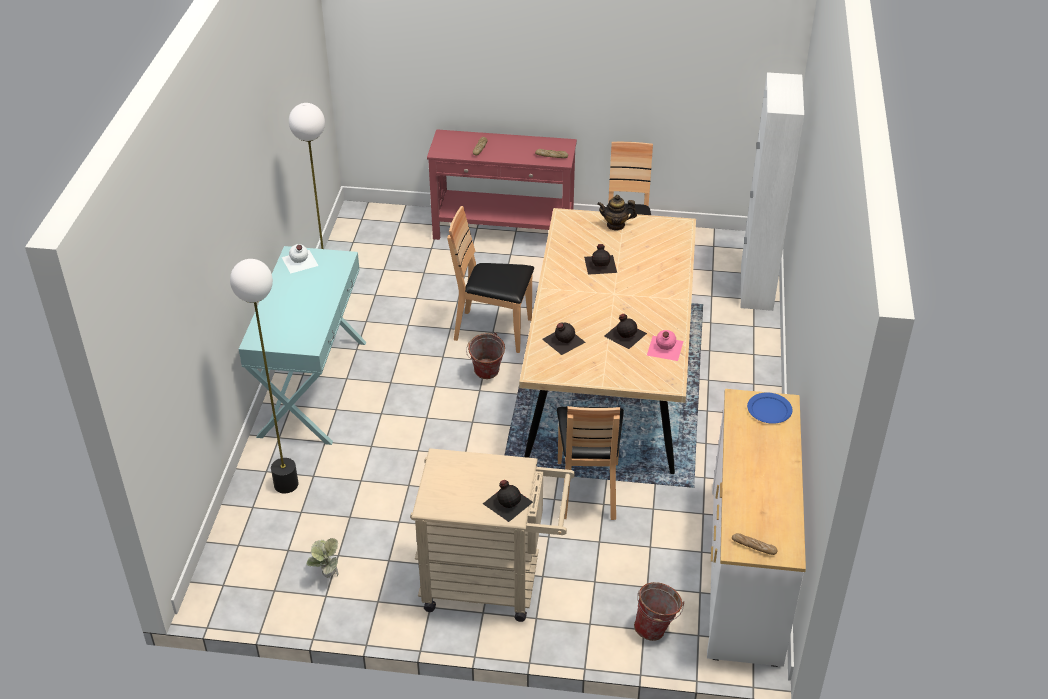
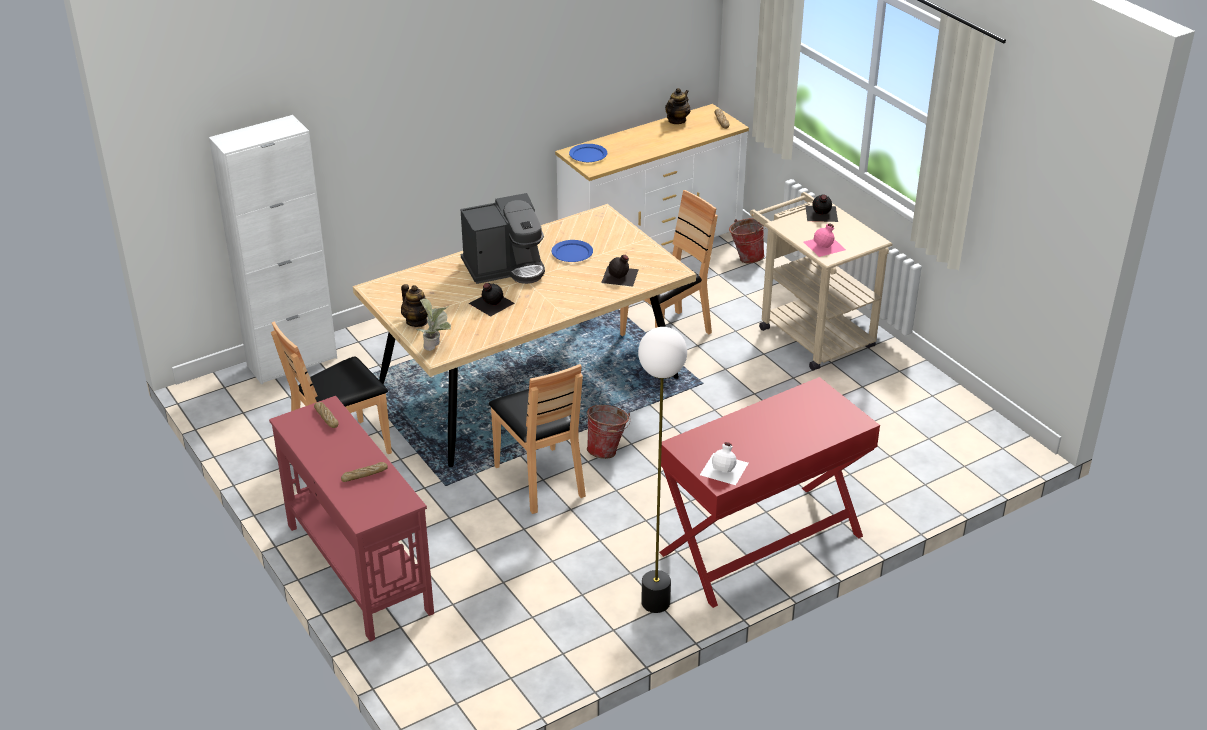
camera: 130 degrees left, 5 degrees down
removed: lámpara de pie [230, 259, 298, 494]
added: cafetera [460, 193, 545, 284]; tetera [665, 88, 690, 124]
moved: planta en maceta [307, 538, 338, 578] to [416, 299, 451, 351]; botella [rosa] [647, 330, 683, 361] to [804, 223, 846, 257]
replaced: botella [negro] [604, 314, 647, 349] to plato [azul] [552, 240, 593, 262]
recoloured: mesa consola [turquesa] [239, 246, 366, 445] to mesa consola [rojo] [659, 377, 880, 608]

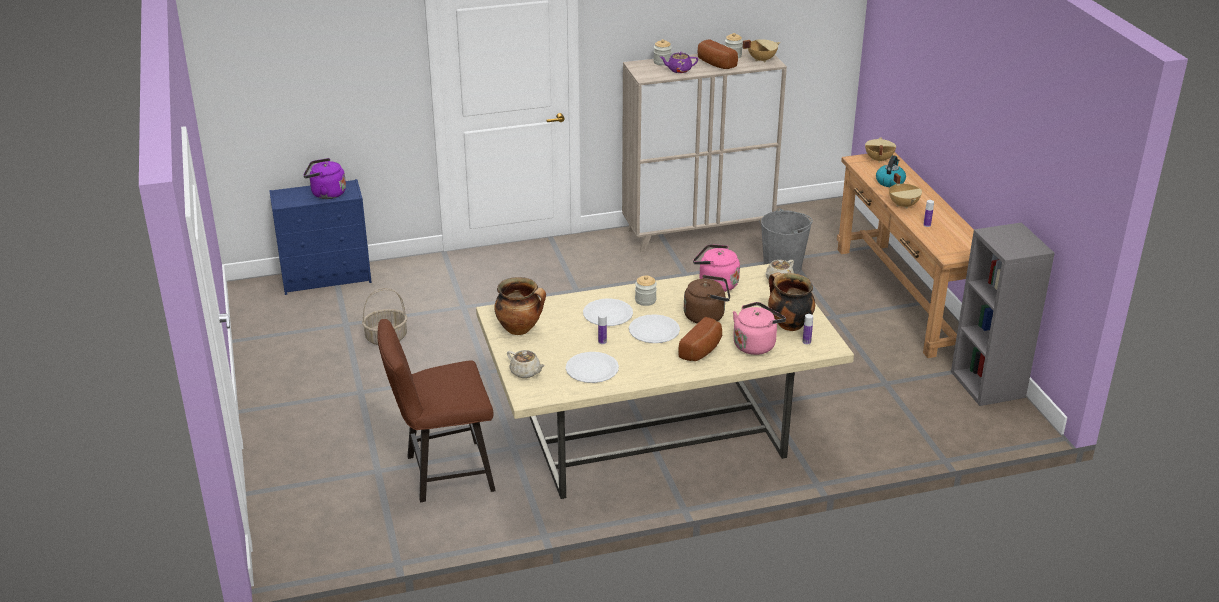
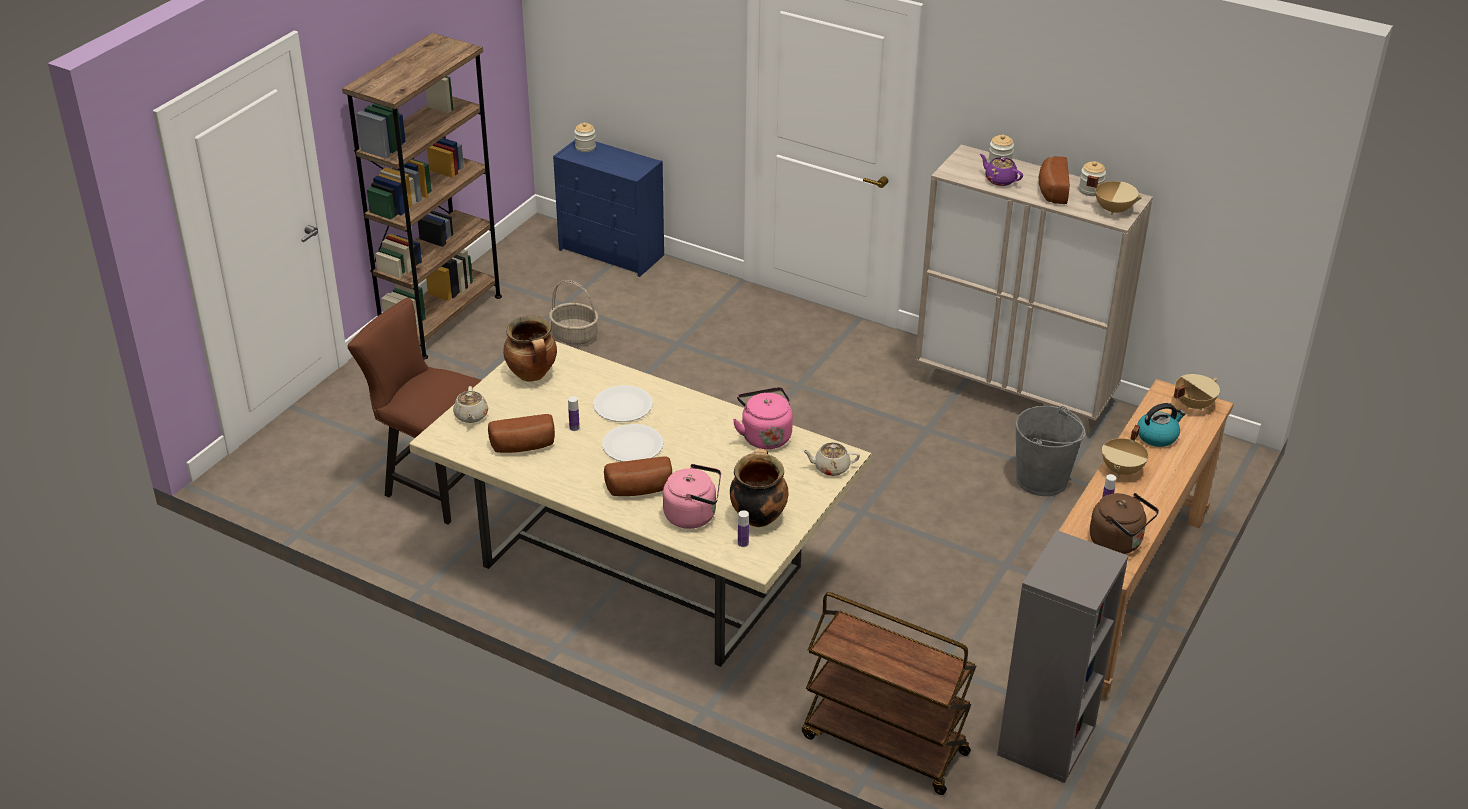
camera: 45 degrees right, 5 degrees up
removed: hervidor [morado] [304, 158, 346, 199]
added: estantería [marrón] [342, 33, 502, 360]; carrito [marrón] [802, 592, 976, 795]
moved: tarro [635, 275, 657, 306] to [574, 123, 596, 152]; hervidor [marrón] [684, 275, 730, 324] to [1090, 493, 1159, 554]
replaced: plato [blanco] [566, 352, 619, 383] to pan [488, 414, 555, 453]

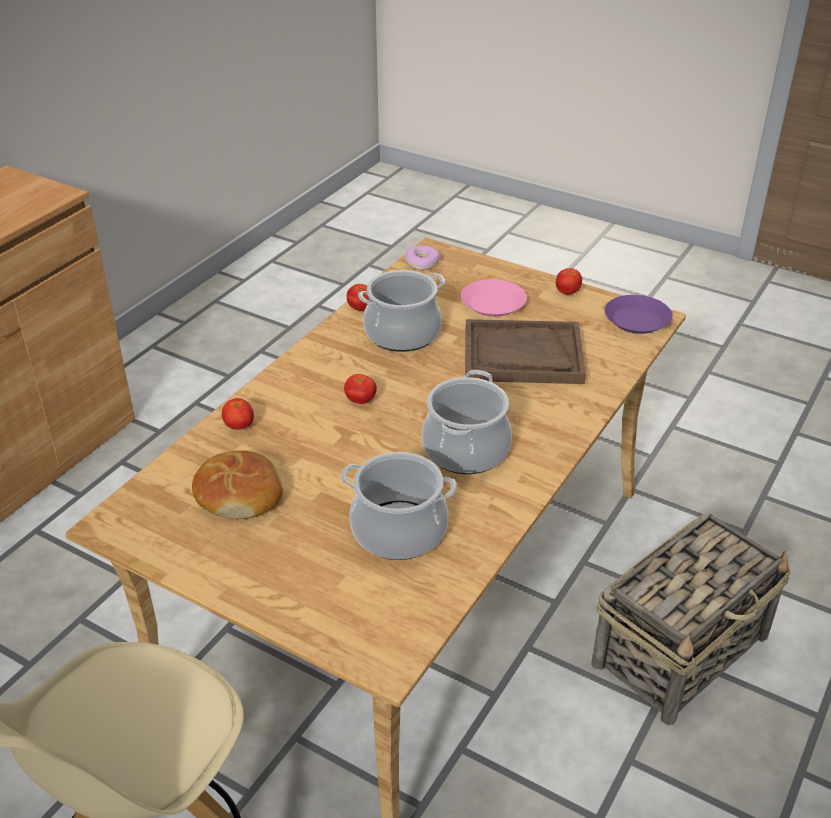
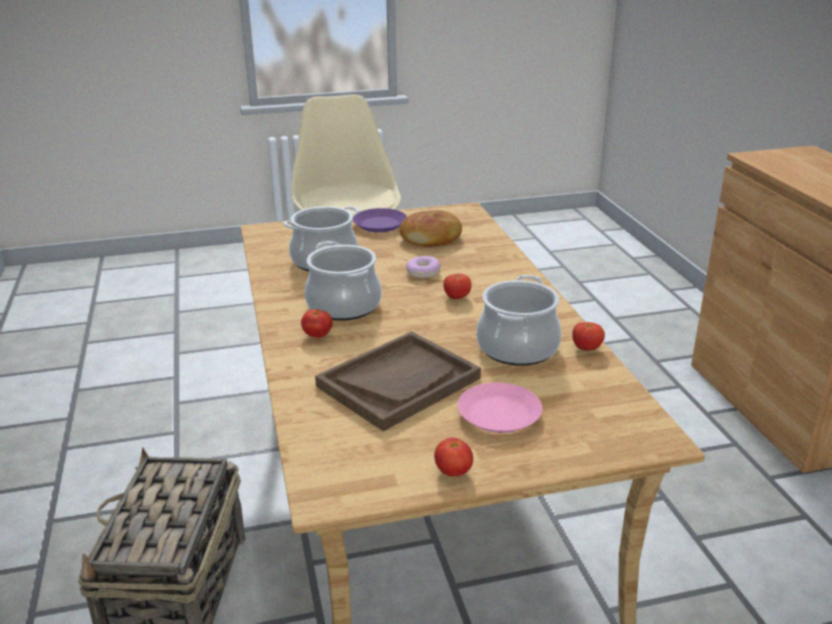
camera: 135 degrees right, 10 degrees down
moved: tomate [222, 398, 254, 430] to [301, 309, 333, 338]; rosquilla [405, 246, 440, 270] to [406, 256, 441, 278]; plato [morado] [604, 295, 673, 334] to [352, 208, 407, 232]

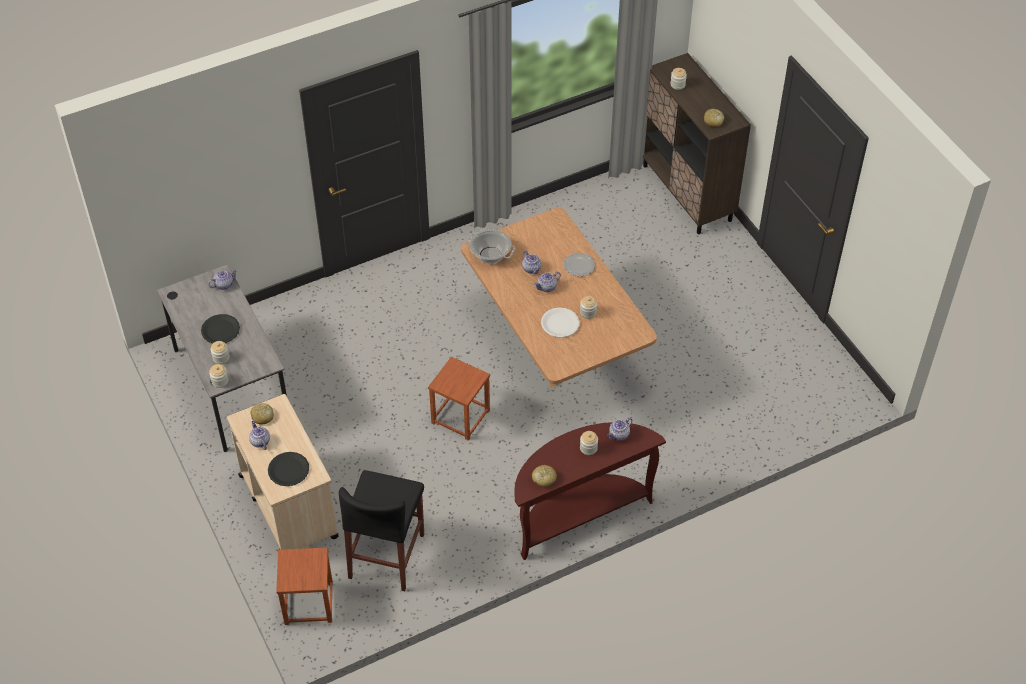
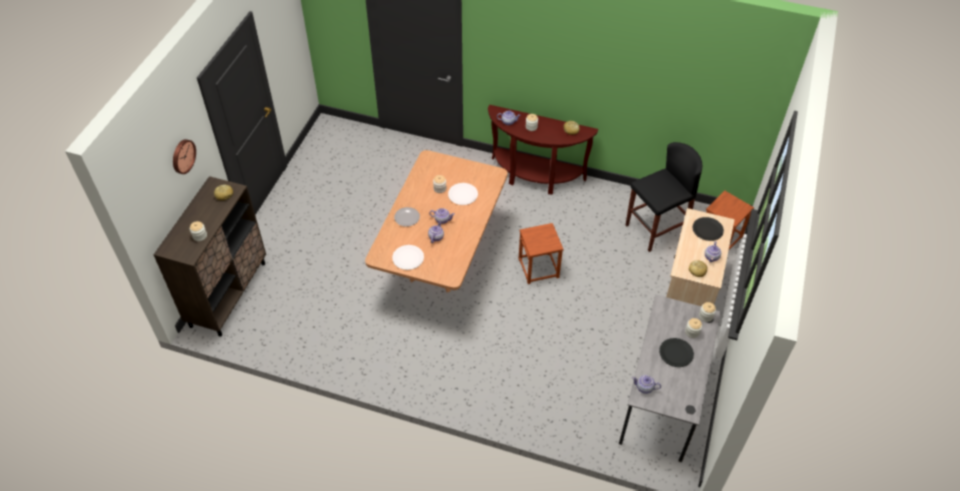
camera: 135 degrees left, 0 degrees up
removed: olla [466, 229, 515, 264]
added: reloj de pared [173, 139, 196, 174]; plato [blanco] [392, 245, 424, 270]

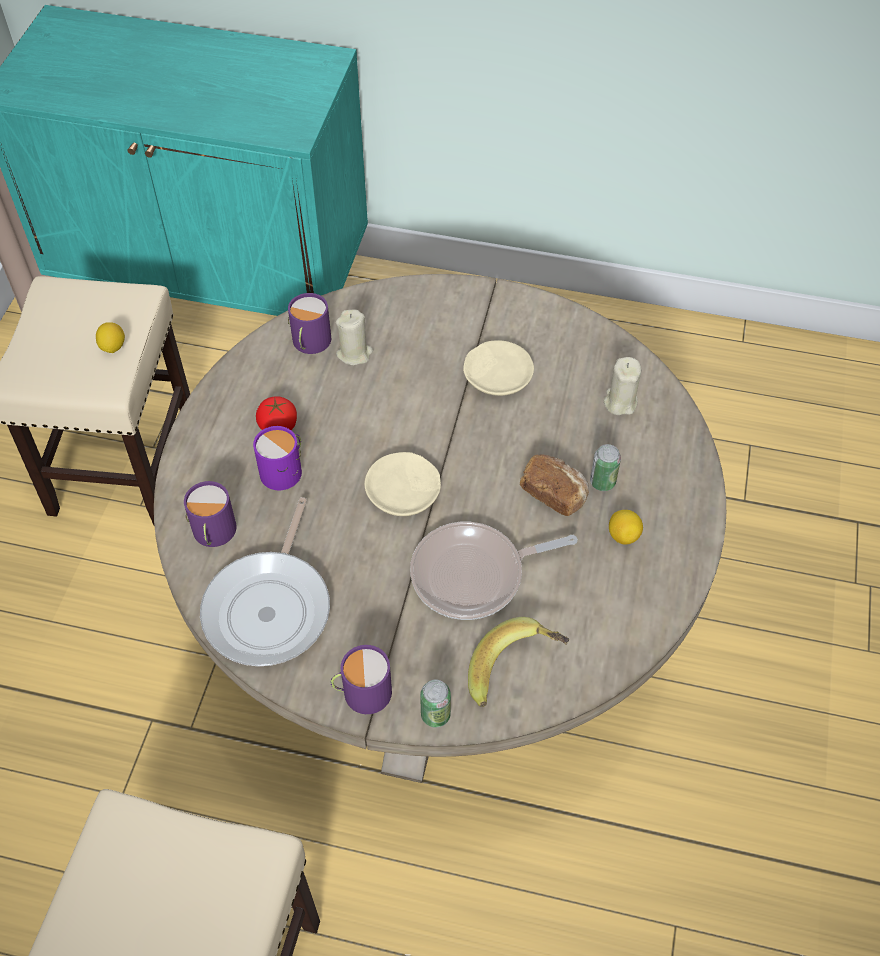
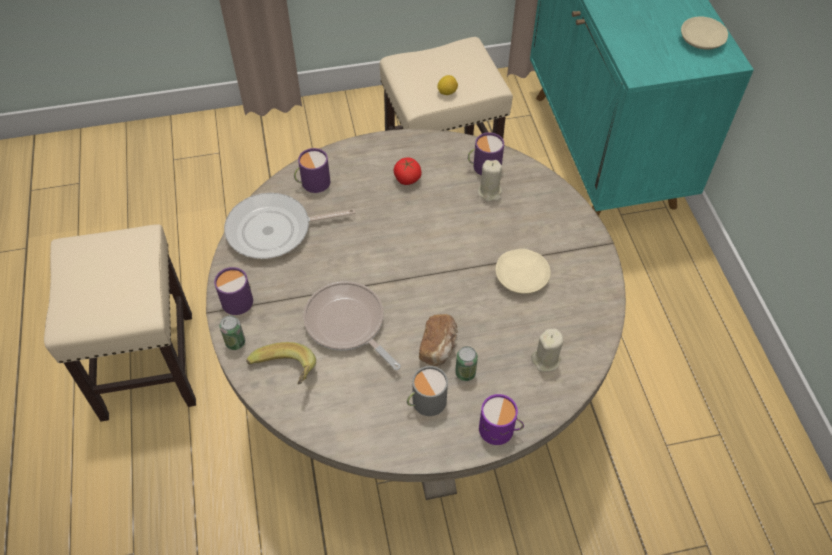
camera: 65 degrees right, 0 degrees up
moved: taza grande [morado] [253, 426, 302, 490] to [479, 394, 524, 445]; plato [beis] [364, 452, 441, 516] to [681, 16, 728, 50]
replaced: limón [609, 510, 643, 544] to taza grande [gris] [407, 366, 448, 416]

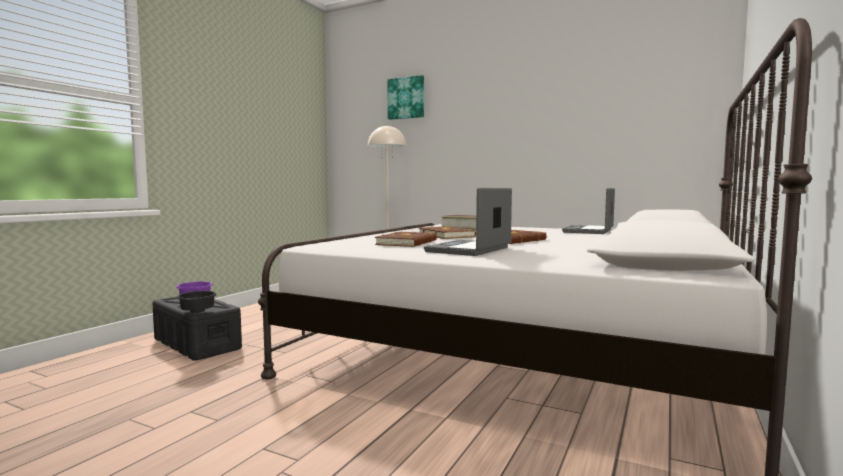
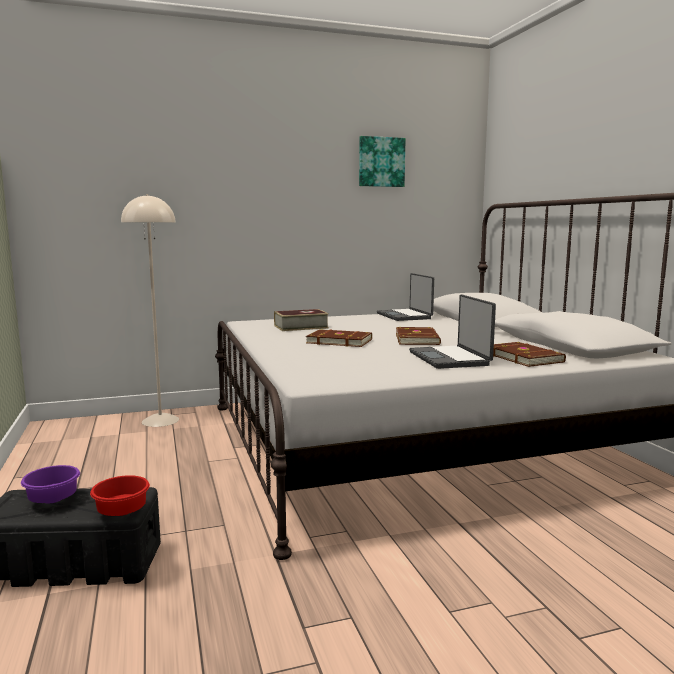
camera: 45 degrees left, 5 degrees up
moved: libro [marrón] [375, 231, 437, 247] to [493, 342, 566, 367]; cuadro [387, 75, 424, 120] to [359, 136, 406, 187]
recoloured: cuenco [negro] [177, 291, 217, 313] to cuenco [rojo] [90, 475, 150, 516]

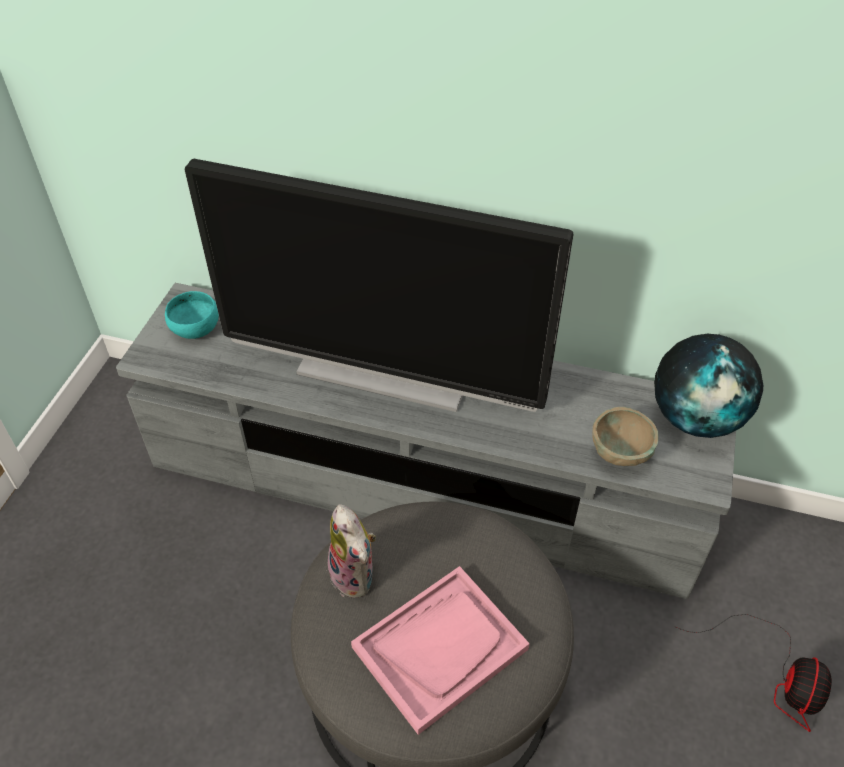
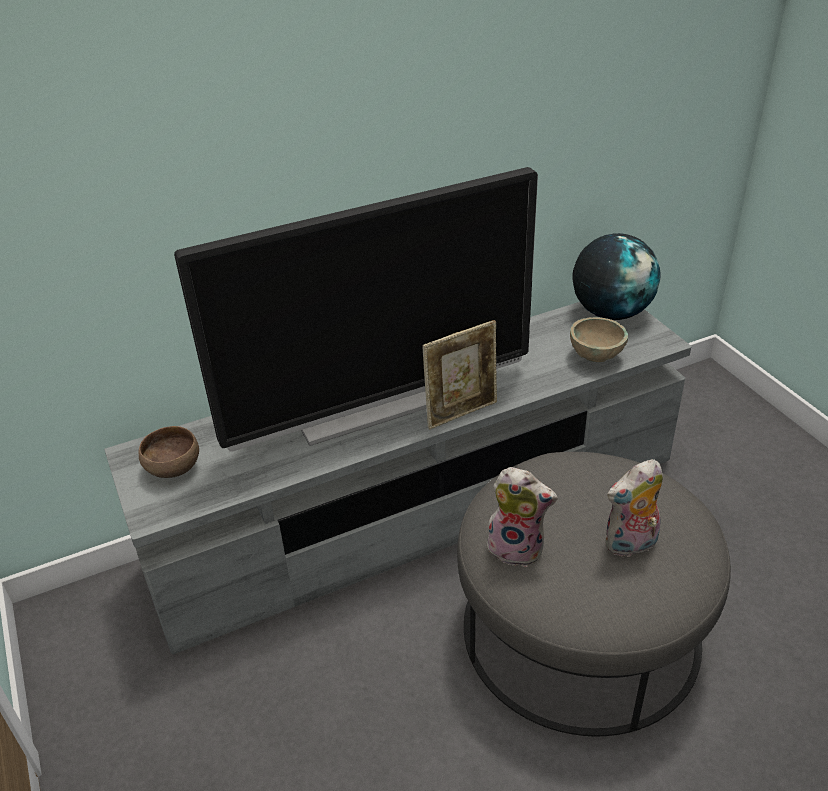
camera: 40 degrees left, 10 degrees down
removed: ventilador [674, 614, 832, 732]
added: portarretratos [422, 320, 497, 429]
replaced: bandeja [rosa] [351, 566, 530, 735] to peluche [605, 459, 663, 557]
recoloured: cuenco [turquesa] [165, 291, 219, 339] to cuenco [marrón] [138, 426, 199, 478]

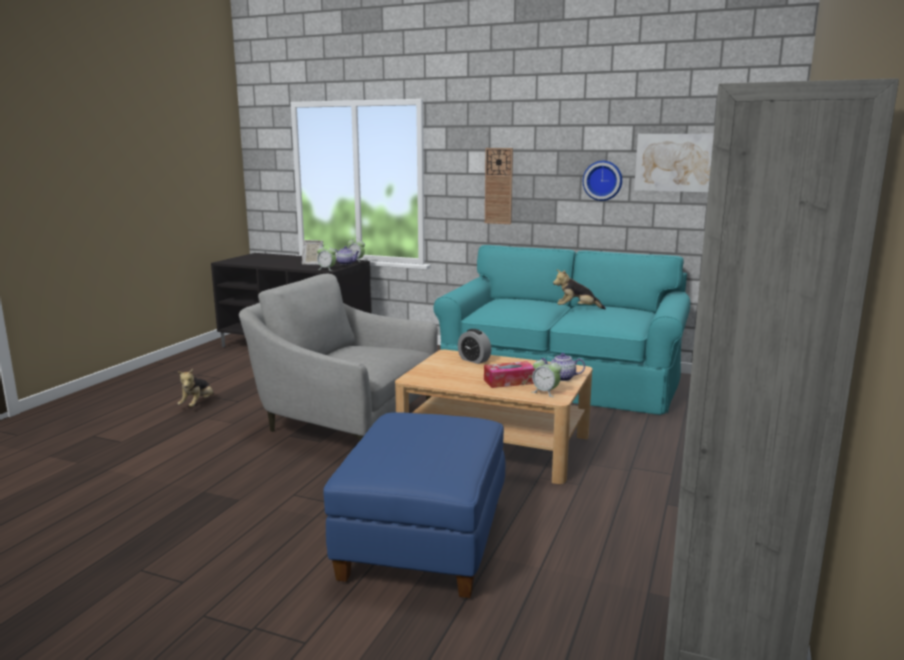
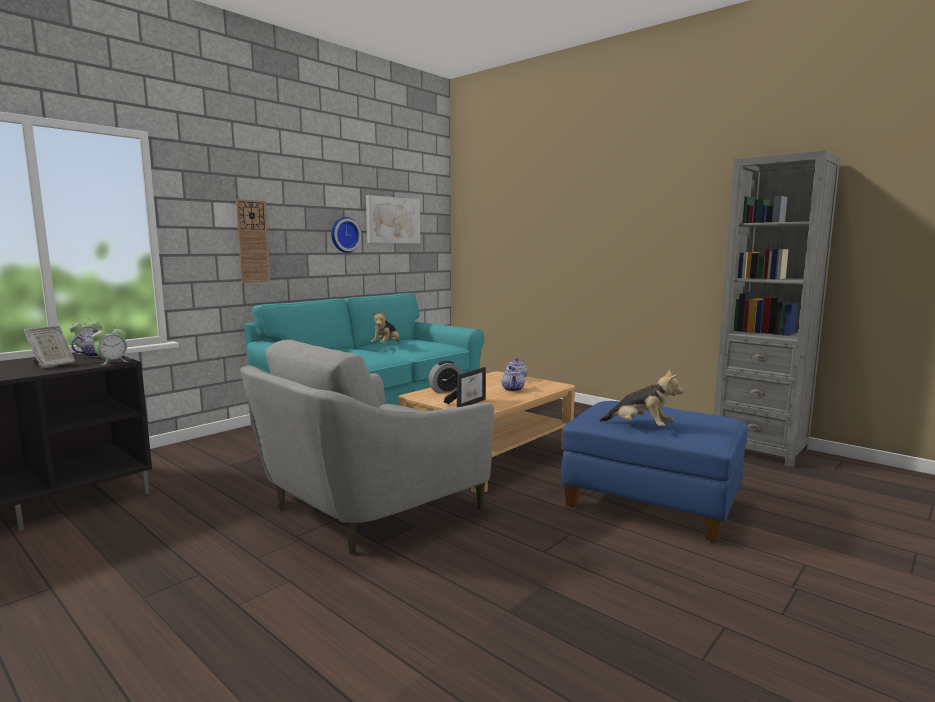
camera: 70 degrees left, 5 degrees down
removed: despertador [532, 356, 562, 397]
added: portarretratos [444, 367, 486, 407]
moved: peluche [177, 369, 214, 407] to [599, 369, 684, 426]
replaced: caja de pañuelos [484, 361, 536, 388] to tetera [501, 367, 525, 391]

